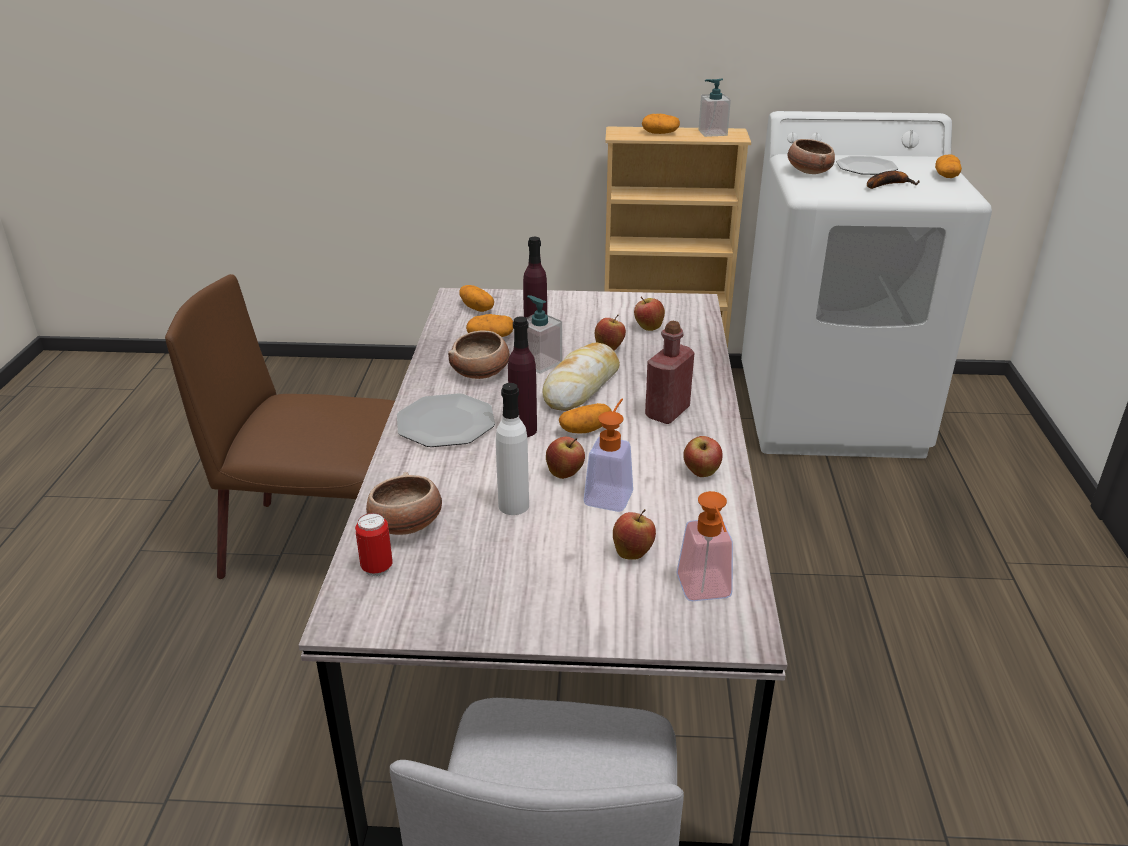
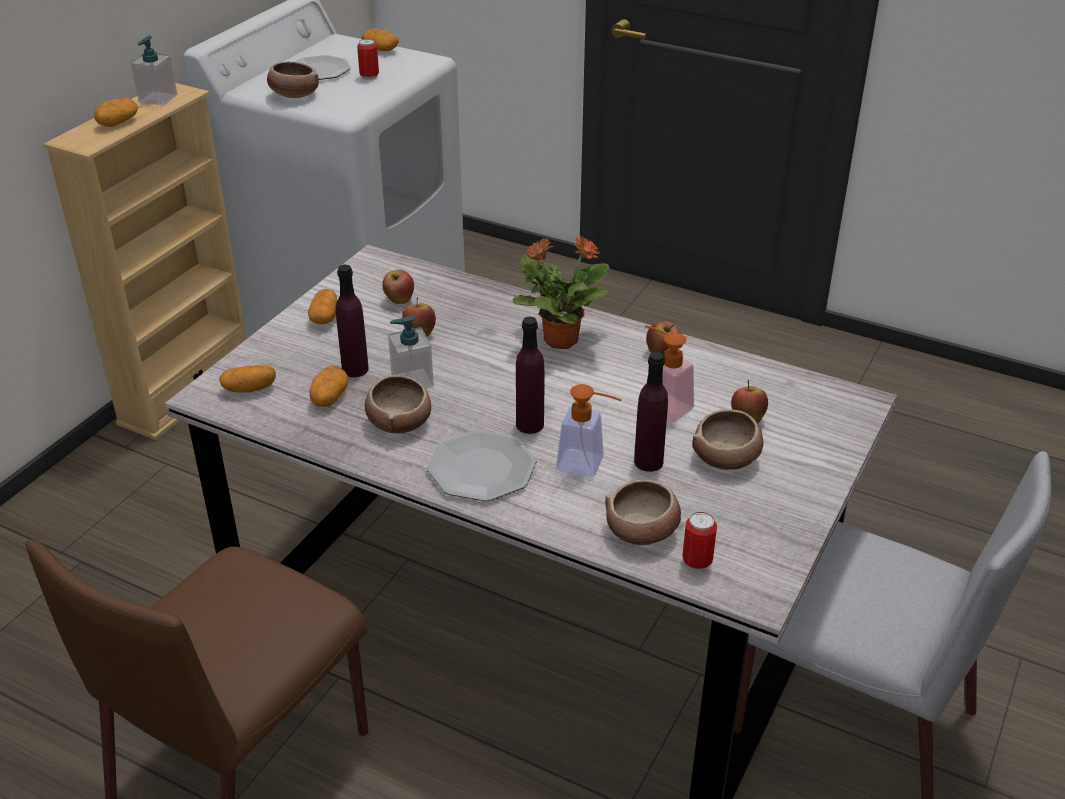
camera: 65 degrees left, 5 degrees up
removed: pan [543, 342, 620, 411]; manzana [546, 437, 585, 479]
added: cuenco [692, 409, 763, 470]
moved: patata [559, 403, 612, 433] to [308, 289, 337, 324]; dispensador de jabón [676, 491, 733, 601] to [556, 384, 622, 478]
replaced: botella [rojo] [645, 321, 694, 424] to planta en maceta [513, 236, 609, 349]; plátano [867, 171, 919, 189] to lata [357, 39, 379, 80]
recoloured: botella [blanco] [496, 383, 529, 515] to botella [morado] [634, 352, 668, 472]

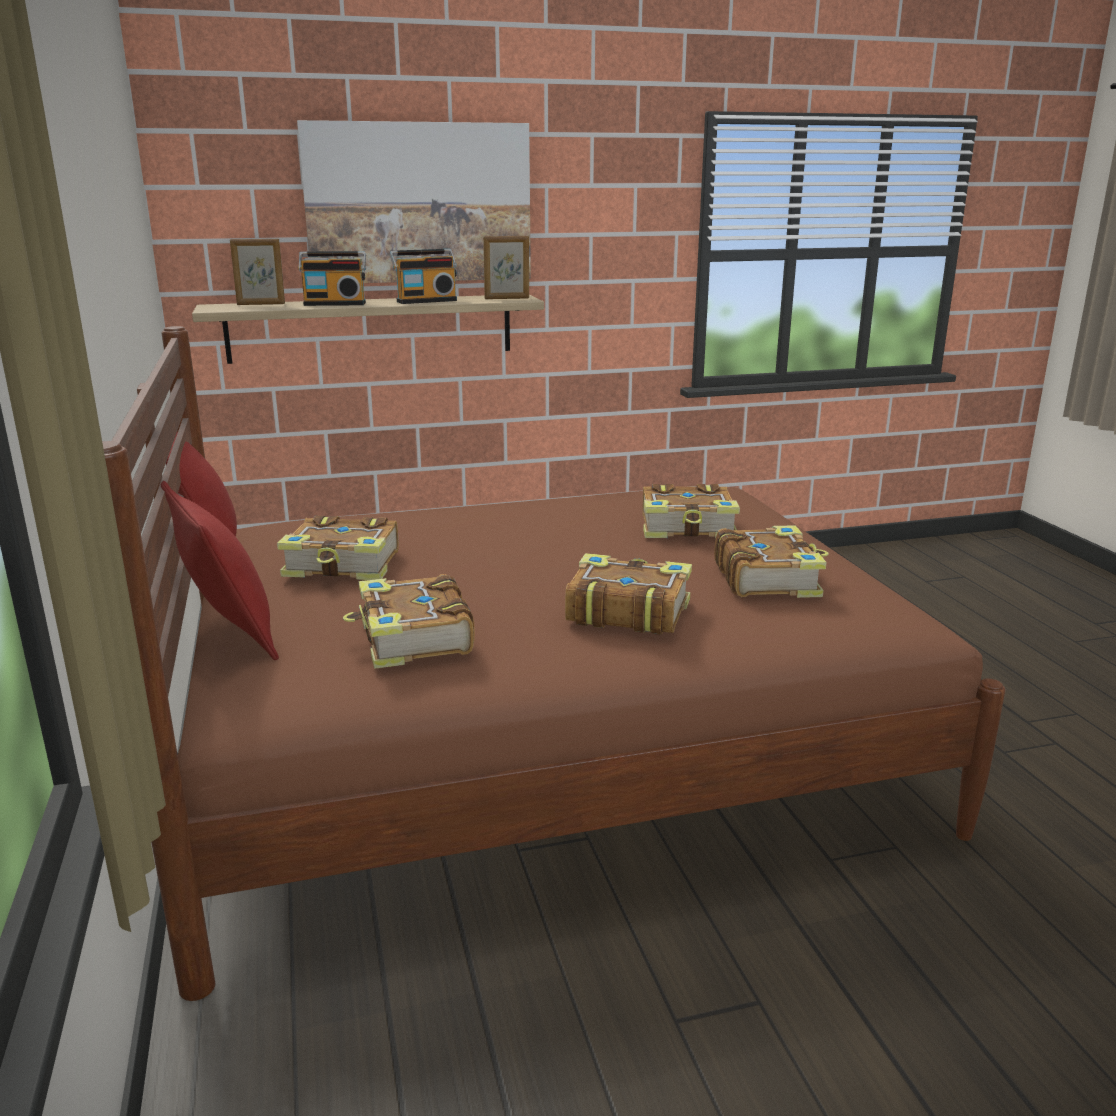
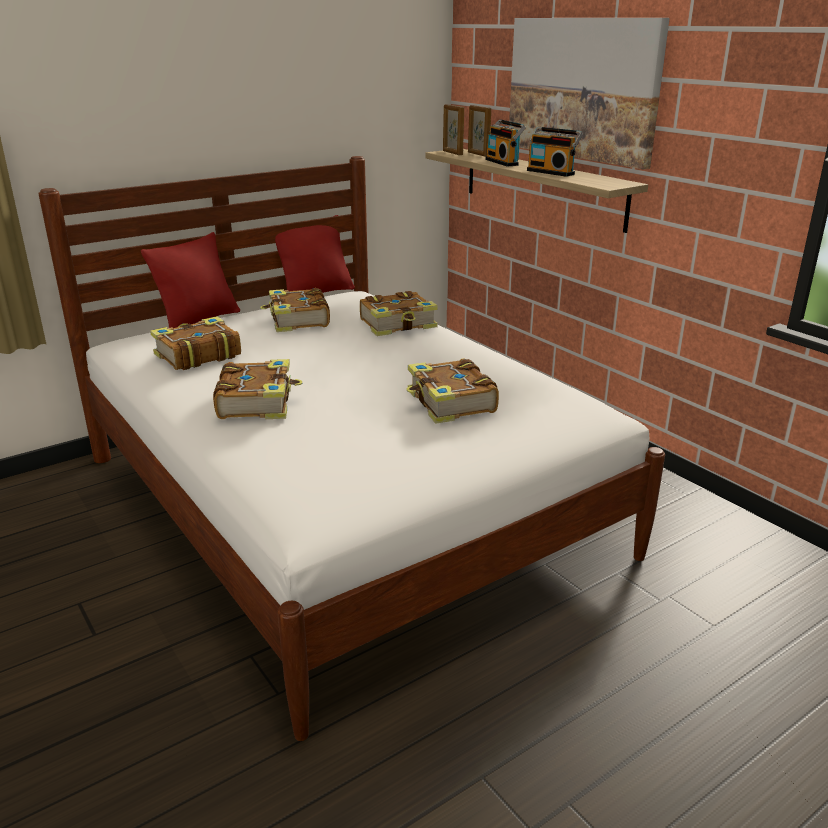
camera: 70 degrees right, 5 degrees up
moved: portarretratos [483, 236, 529, 299] to [443, 104, 464, 155]; libro [714, 525, 829, 598] to [360, 291, 438, 336]
recoloured: cama [marrón] [102, 326, 1006, 1001] to cama [blanco] [38, 156, 665, 741]

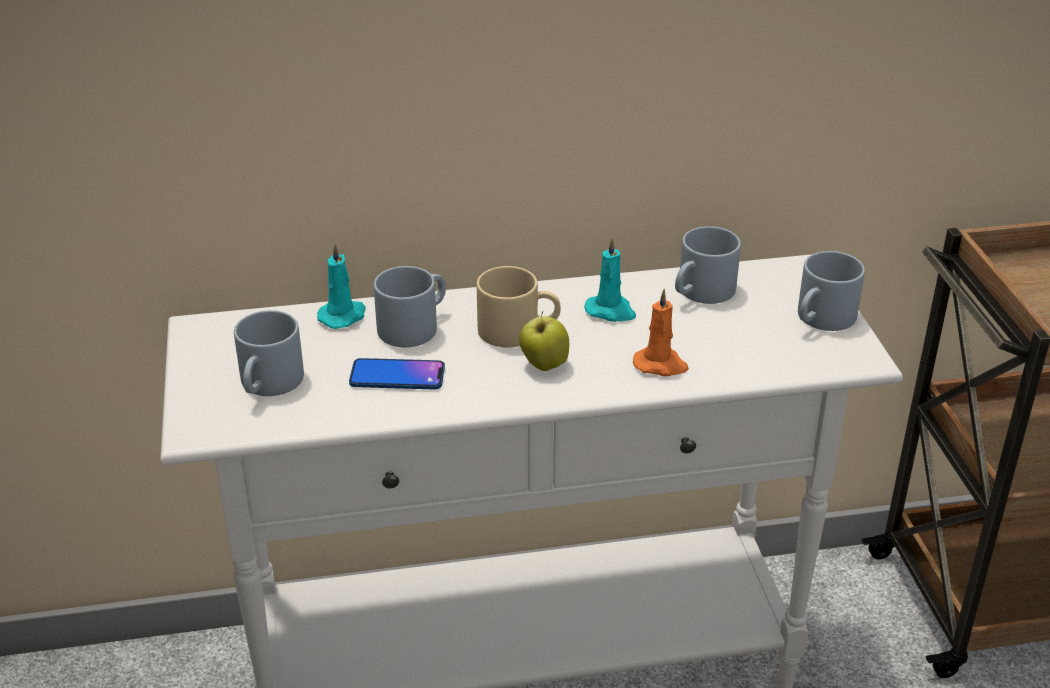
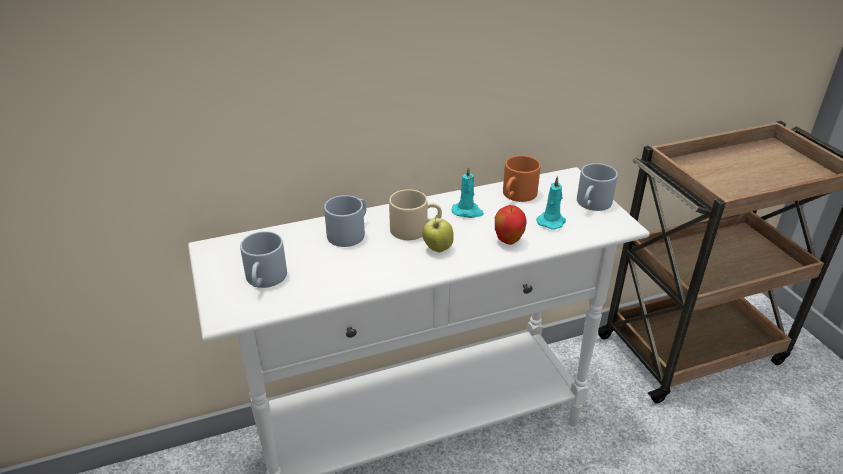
camera: 10 degrees left, 0 degrees up
removed: móvil [349, 358, 445, 390]
moved: vela [turquesa] [317, 243, 366, 329] to [536, 176, 566, 230]
replaced: vela [naranja] [633, 289, 689, 376] to manzana [495, 205, 526, 245]
recoloured: taza grande [gris] [675, 226, 741, 304] to taza grande [naranja] [503, 155, 541, 202]

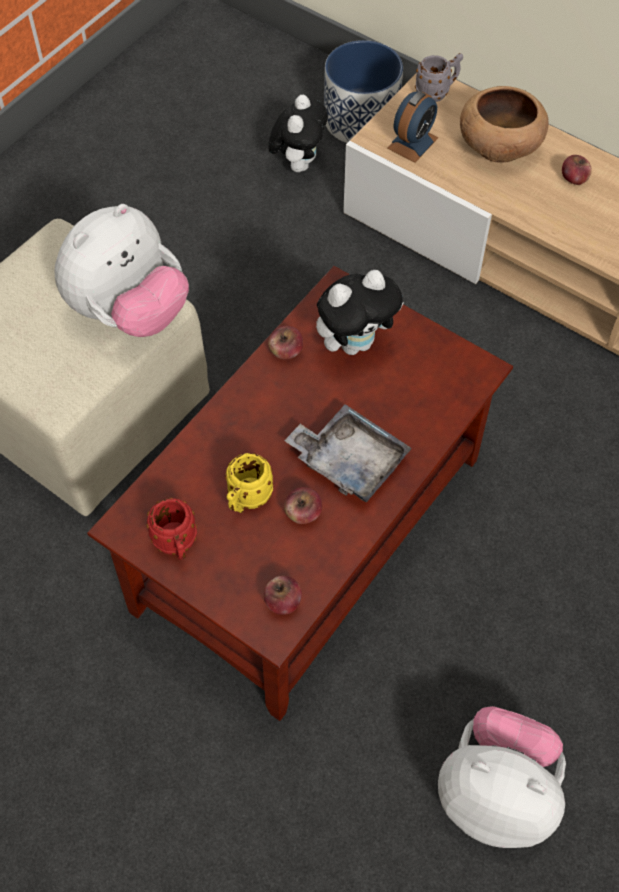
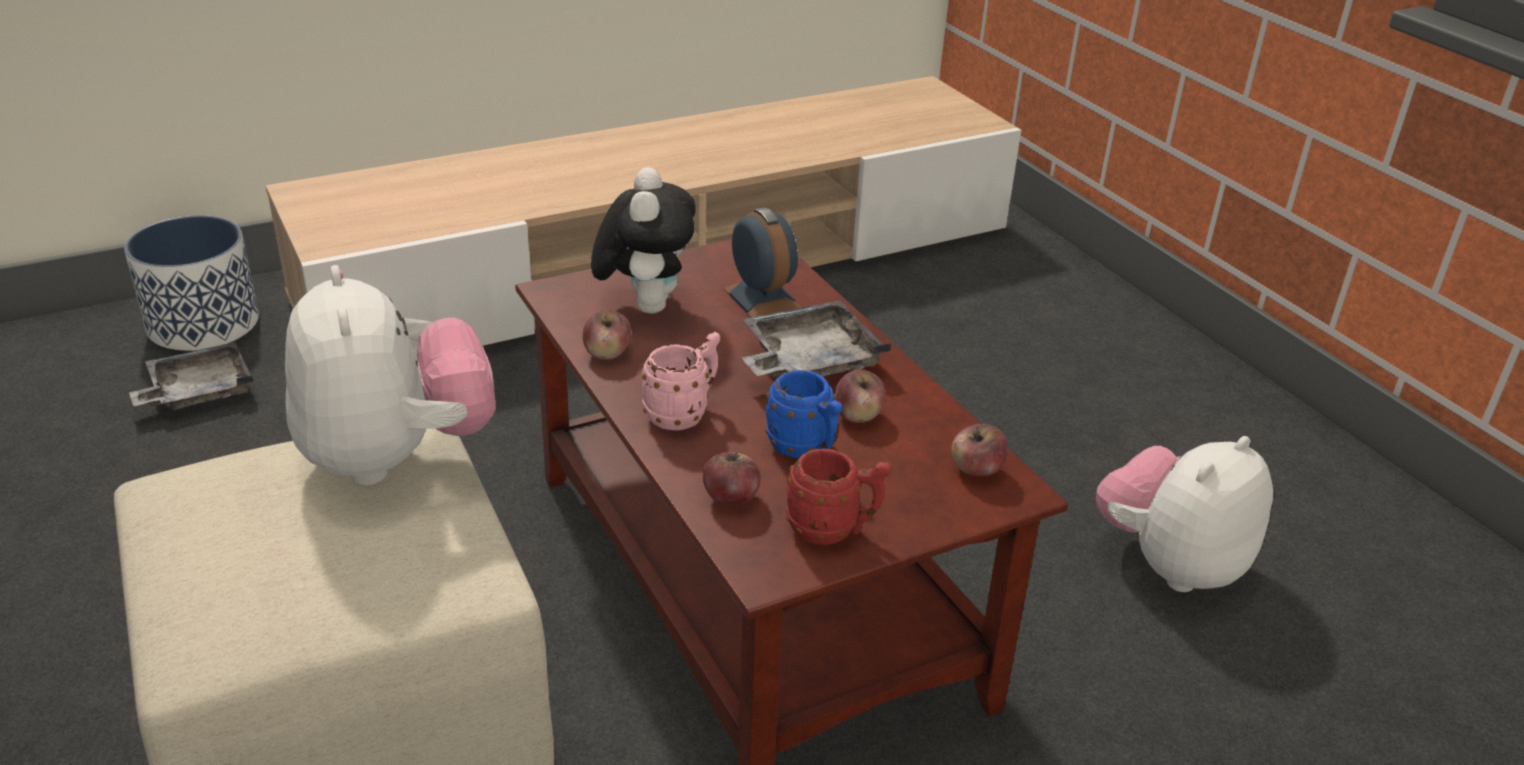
camera: 65 degrees left, 25 degrees down
removed: taza grande [gris] [415, 53, 463, 102]; cuenco [marrón] [460, 86, 549, 162]
added: taza grande [rosa] [642, 332, 720, 431]
moved: despertador [387, 91, 438, 163] to [723, 207, 801, 317]; manzana [562, 155, 592, 185] to [703, 451, 761, 504]
replaced: peluche [268, 95, 328, 172] to bandeja [gris] [129, 342, 253, 410]
recoloured: taza grande [amarillo] [225, 453, 273, 513] to taza grande [azul] [765, 370, 842, 458]

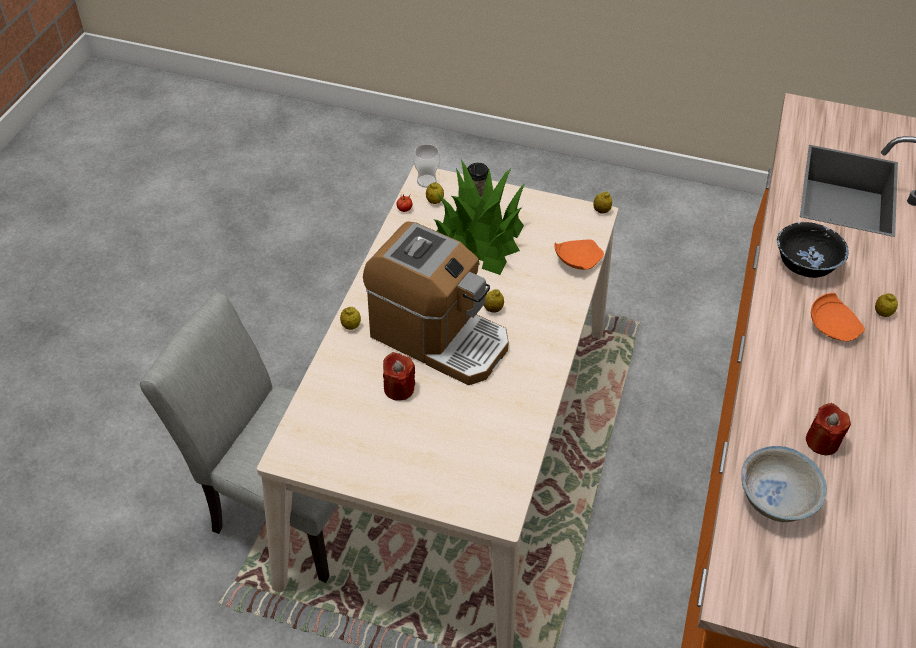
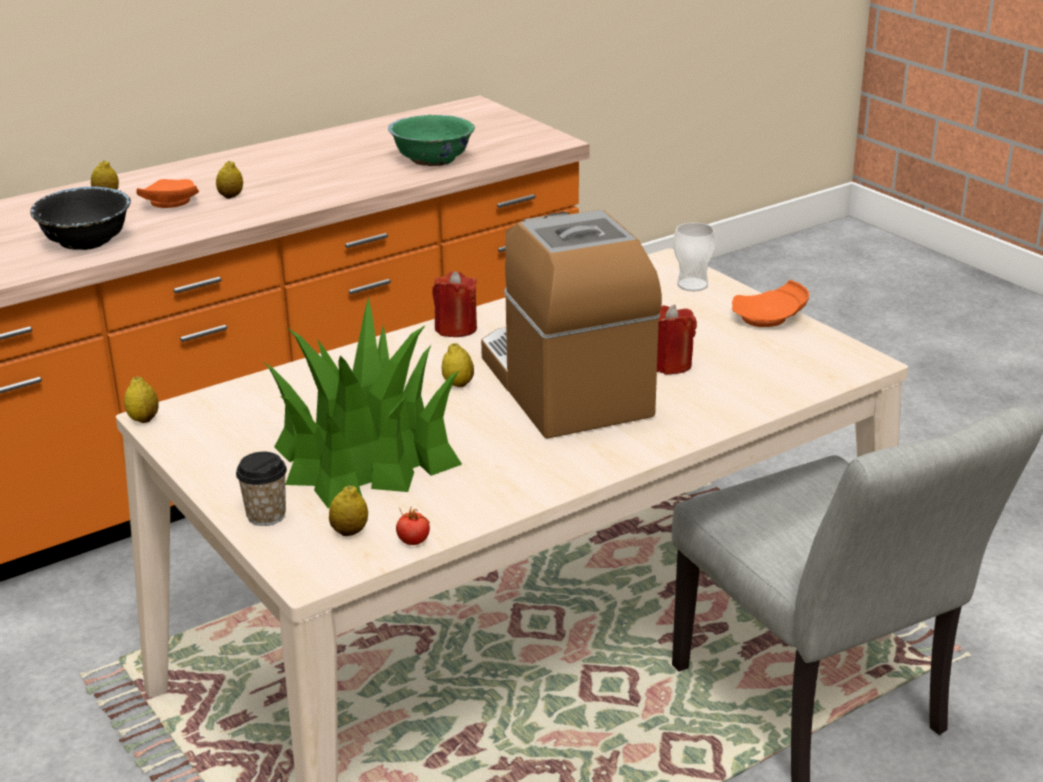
camera: 140 degrees left, 20 degrees down
moved: limón [340, 307, 361, 330] to [216, 161, 243, 199]; taza [413, 144, 440, 188] to [673, 222, 716, 291]; plato [naranja] [554, 240, 604, 270] to [732, 280, 809, 327]; vela [rojo] [806, 403, 851, 455] to [432, 271, 477, 337]
recoloured: cuenco [blanco] [741, 446, 827, 522] to cuenco [verde] [388, 115, 475, 166]

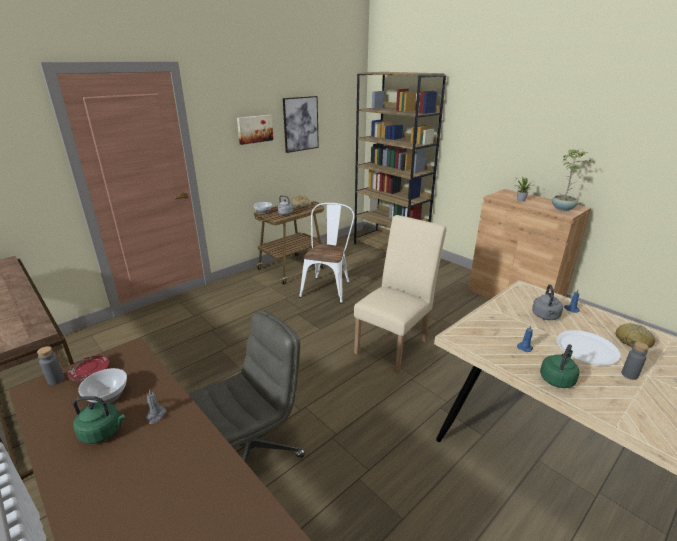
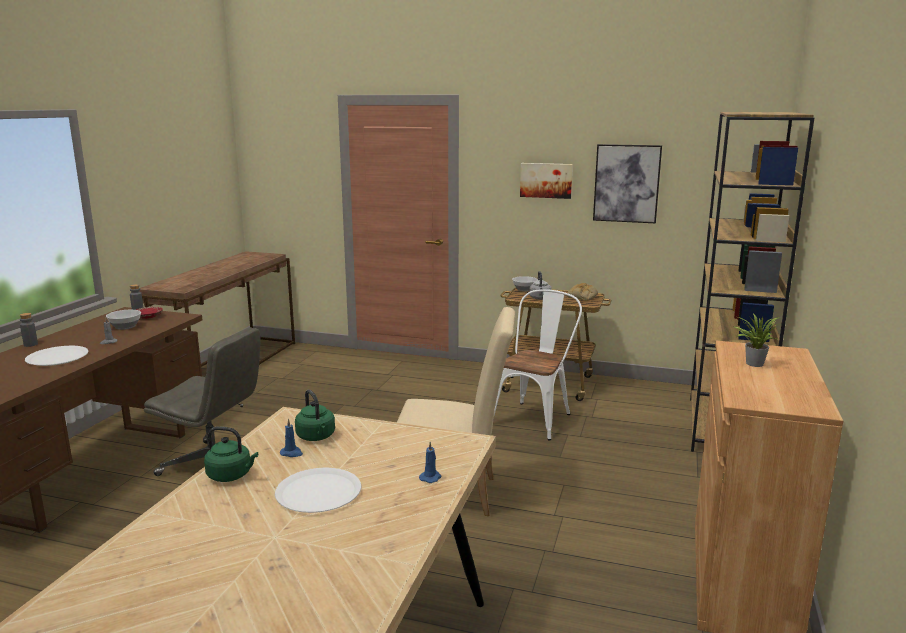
camera: 60 degrees right, 10 degrees down
removed: hervidor [gris] [532, 284, 563, 320]; planta en maceta [552, 149, 595, 211]; pan [616, 323, 655, 348]
added: plato [blanco] [25, 346, 89, 366]
moved: hervidor [verde] [73, 396, 126, 444] to [295, 390, 335, 441]; botella [gris] [622, 342, 649, 380] to [20, 313, 38, 347]
turned: silla [blanco] [299, 203, 354, 304] = [494, 289, 582, 440] 45 degrees counterclockwise

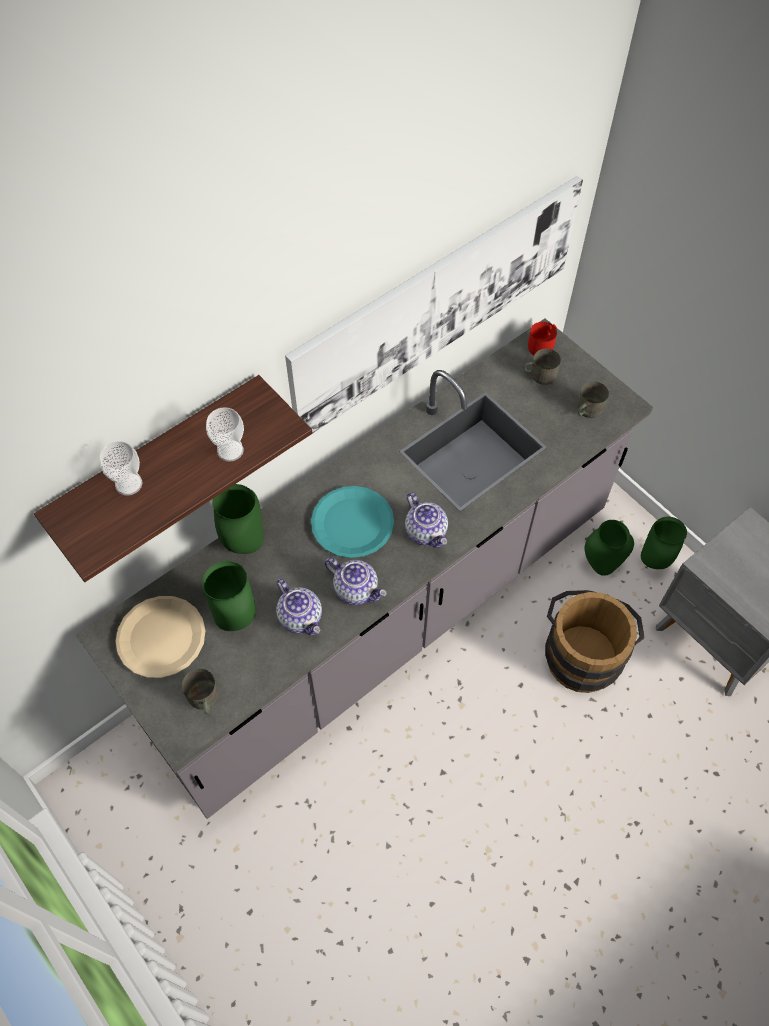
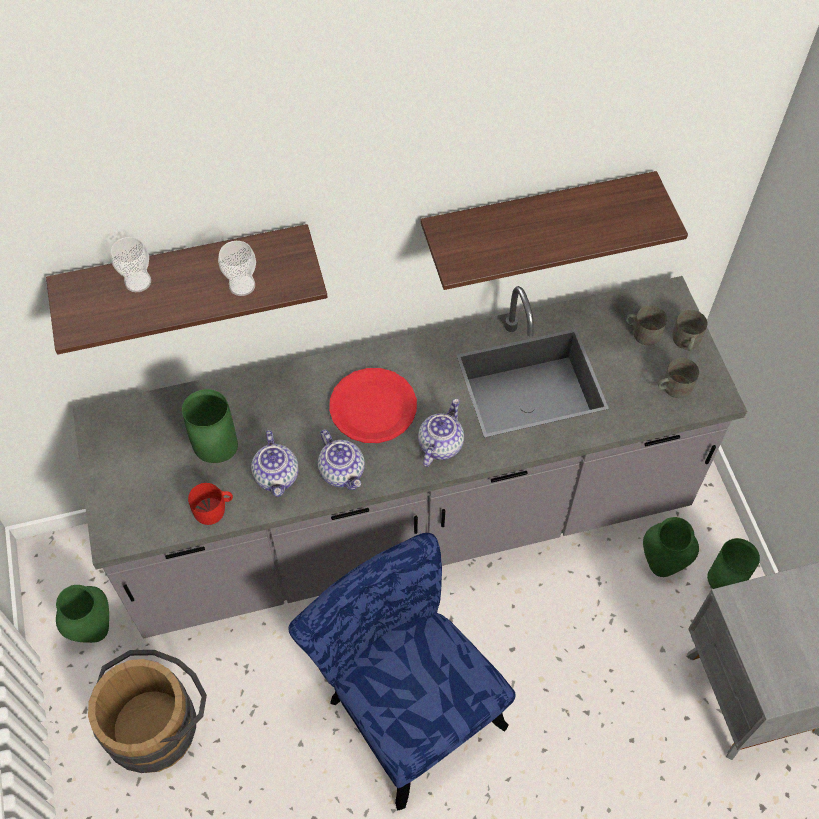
camera: 25 degrees right, 0 degrees up
removed: plato [beis] [116, 596, 205, 678]
added: silla [azul] [288, 533, 516, 811]
moved: taza grande [gris] [182, 669, 219, 714] to [672, 310, 707, 351]; florero [verde] [212, 484, 264, 554] to [56, 585, 109, 643]; taza grande [rojo] [528, 322, 557, 355] to [188, 483, 233, 525]; cubo [marrón] [545, 590, 644, 693] to [88, 650, 207, 773]
replaced: cuadro [285, 176, 583, 440] to estante [421, 171, 688, 290]
recoloured: plato [turquesa] [311, 486, 394, 558] to plato [rojo] [329, 368, 417, 443]
turned: tetera [405, 492, 448, 548] = [418, 399, 464, 467] 150 degrees counterclockwise

